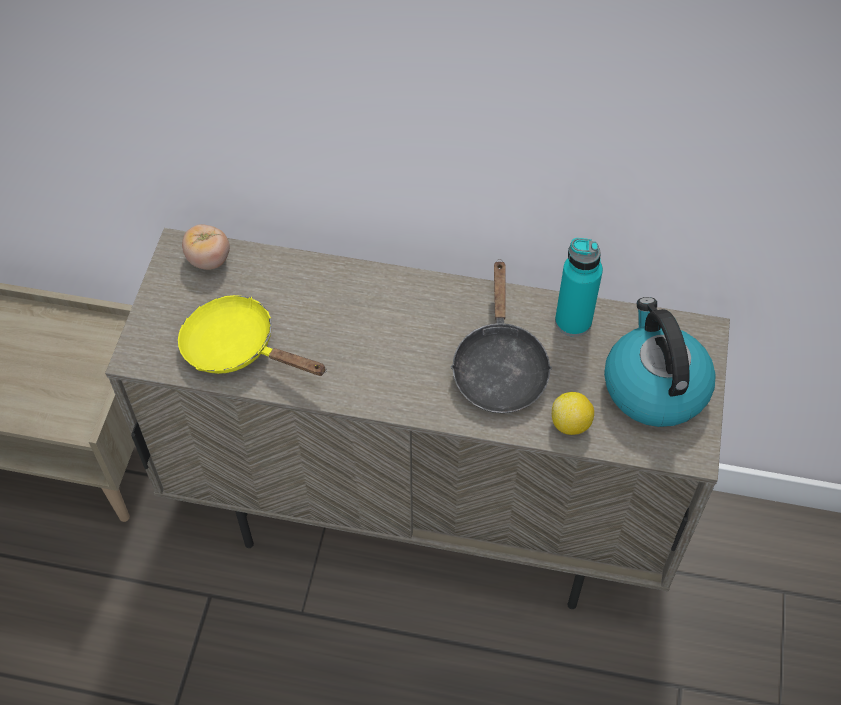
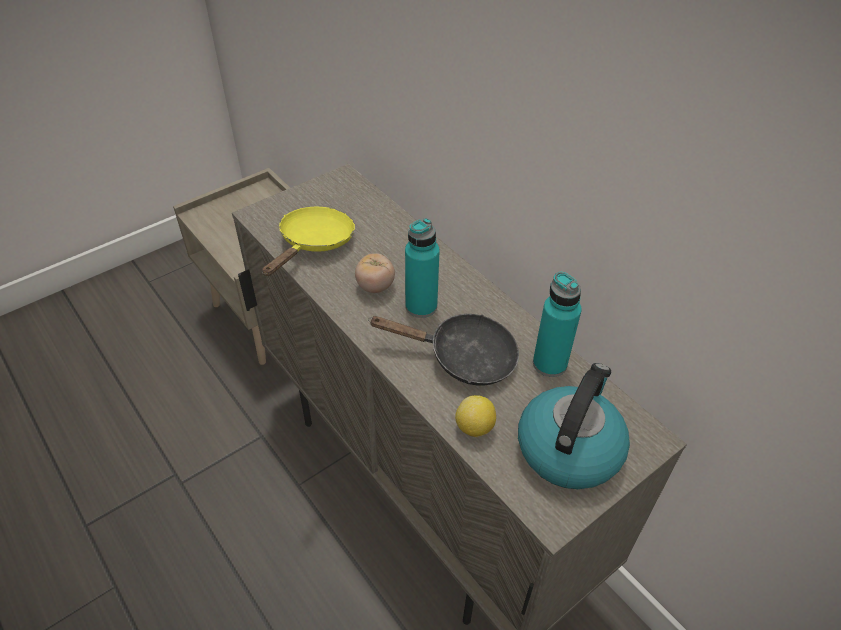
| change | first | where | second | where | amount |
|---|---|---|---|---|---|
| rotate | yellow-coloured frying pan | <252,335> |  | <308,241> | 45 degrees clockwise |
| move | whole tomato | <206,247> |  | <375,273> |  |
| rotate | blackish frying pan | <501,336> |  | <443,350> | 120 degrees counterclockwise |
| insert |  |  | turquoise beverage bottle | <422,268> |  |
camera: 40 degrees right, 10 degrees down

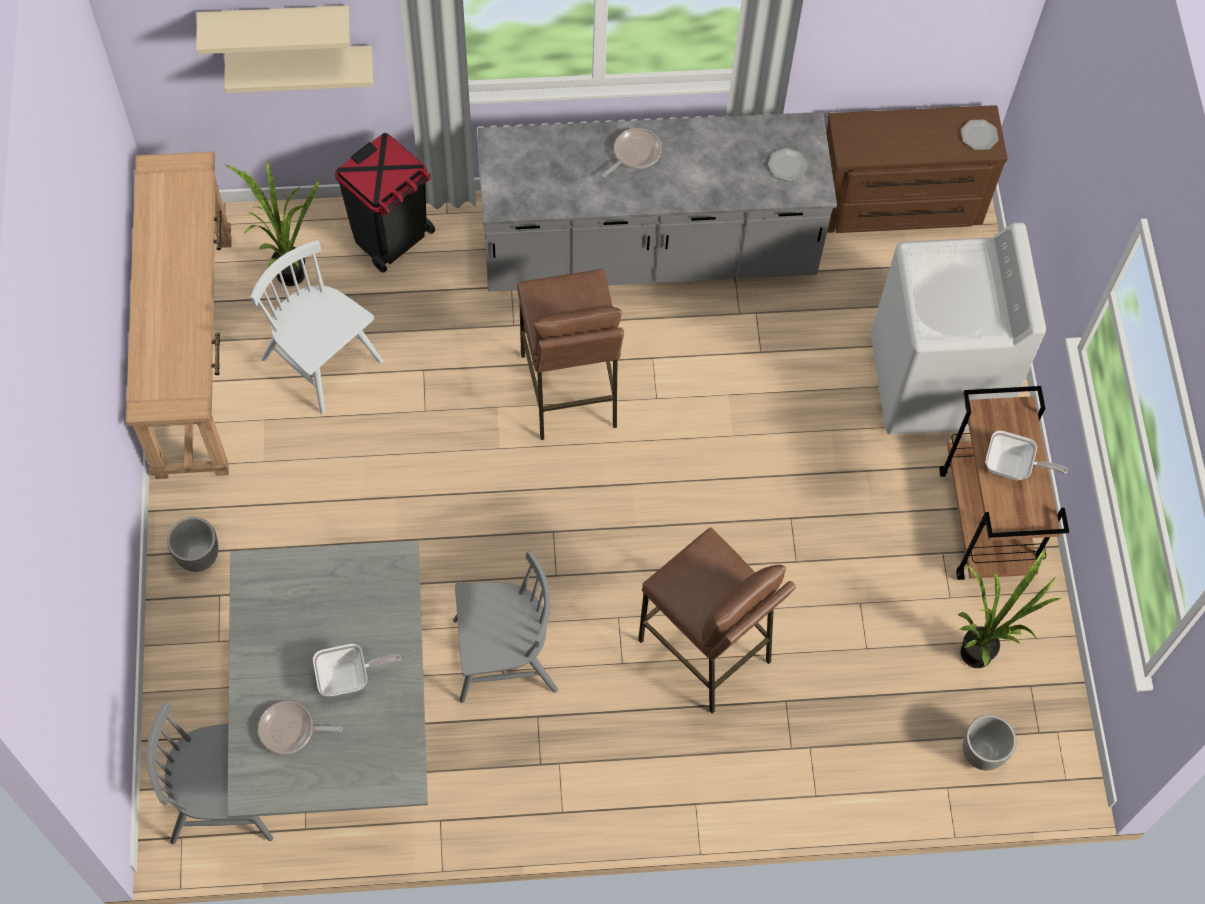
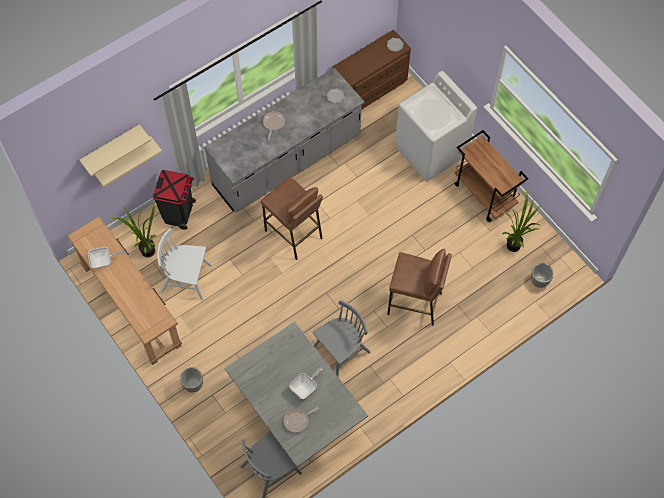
| change | first | where | second | where | amount |
|---|---|---|---|---|---|
| move | frying pan | <1027,455> |  | <107,258> |  |
camera: 30 degrees left, 0 degrees up

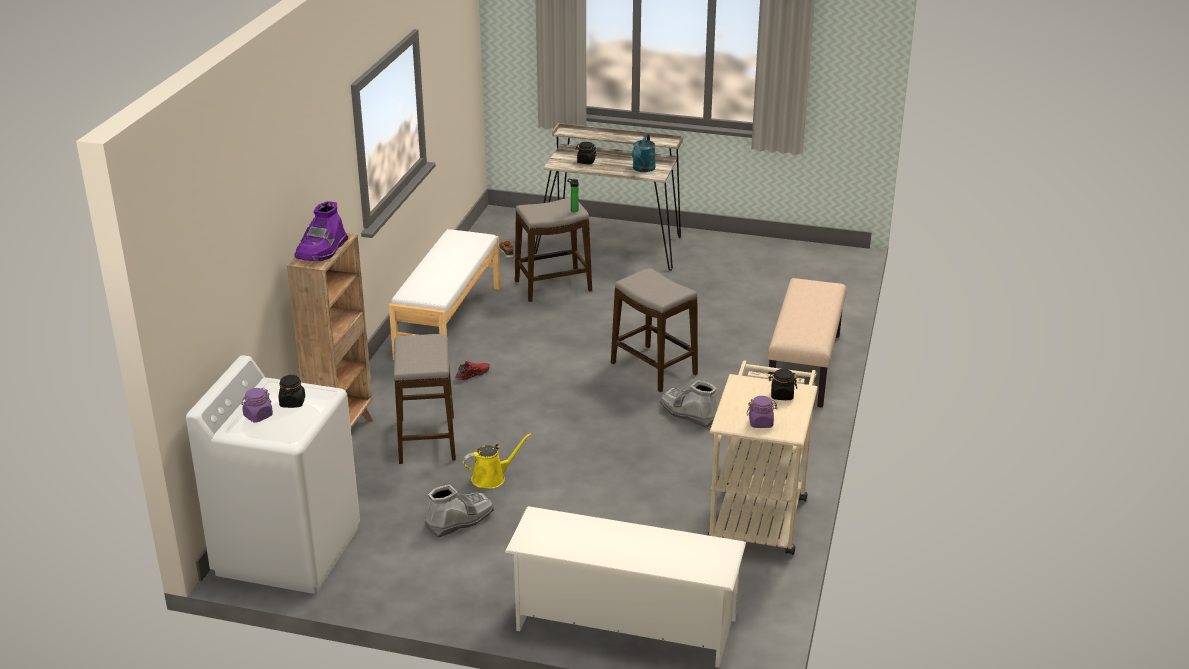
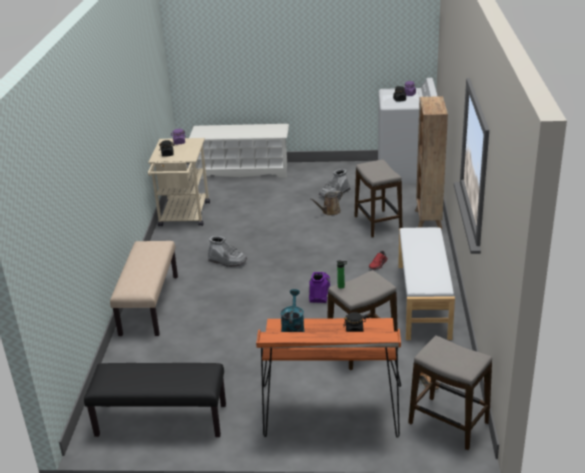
| change | first | where | second | where | amount |
|---|---|---|---|---|---|
| insert |  |  | blackish long seat | <155,400> |  |
| recolor | sand-coloured desk | <608,197> | orange-coloured desk | <328,378> |  |
| move | purple-coloured tall boot | <321,231> |  | <320,287> |  |
| recolor | yellow-coloured sprinkling can | <497,461> | brownish sprinkling can | <326,203> |  |
| move | sitting stool | <654,330> |  | <450,393> |  |
camera: 170 degrees right, 0 degrees up

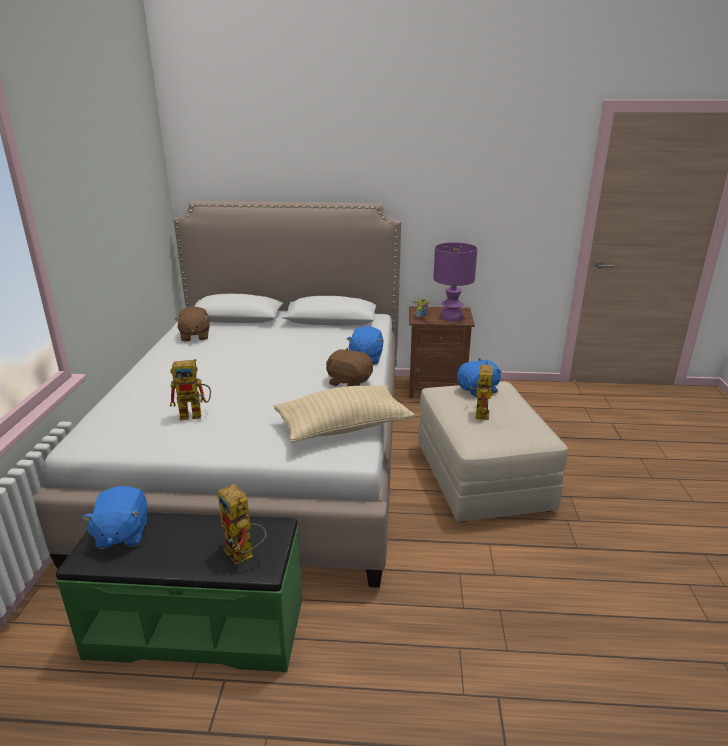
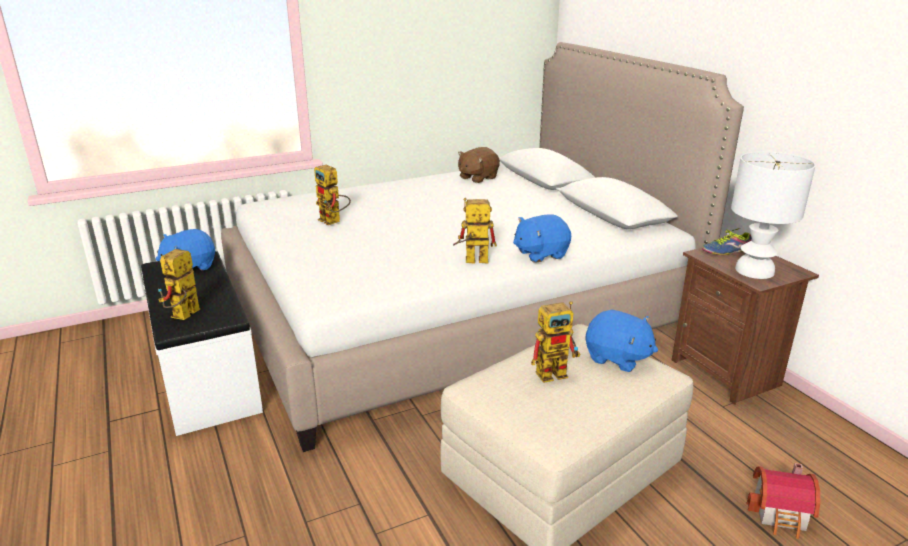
| change | first | where | second | where | amount |
|---|---|---|---|---|---|
| recolor | greenish long seat | <179,592> | white-coloured long seat | <202,343> |  |
| replace | brownish plush toy | <349,367> | toy robot | <475,231> |  |
| recolor | purple-coloured table lamp | <455,282> | white-coloured table lamp | <773,215> |  |
| insert |  |  | model house | <783,501> |  |
| delete | sand-coloured cushion | <344,414> |  |  |  |
camera: 60 degrees right, 0 degrees up

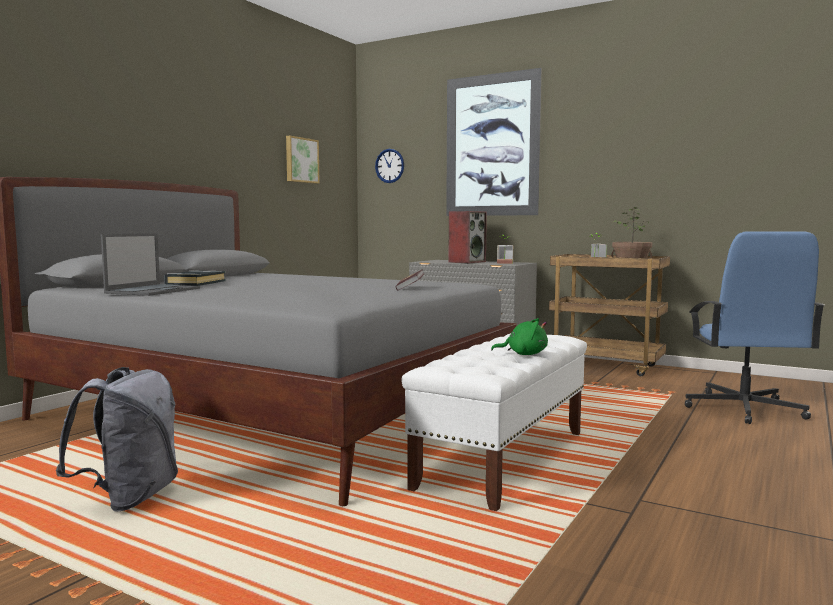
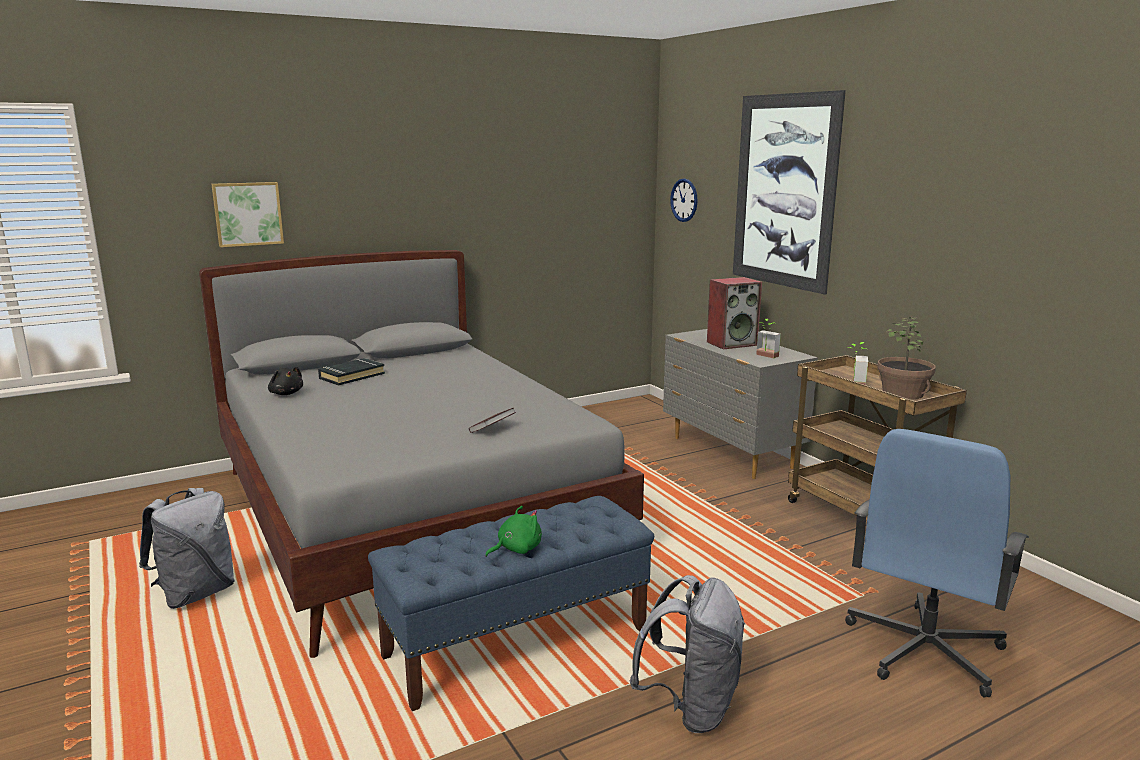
| change | first | where | second | where | amount |
|---|---|---|---|---|---|
| move | wall picture | <303,160> |  | <247,214> |  |
| replace | laptop | <150,264> | blackish plush toy | <285,381> |  |
| recolor | white-coloured long seat | <494,422> | blue long seat | <511,603> |  |
| rotate | greenish plush toy | <519,336> |  | <513,531> | 75 degrees counterclockwise |
| insert |  |  | gray knapsack | <687,654> |  |
camera: 30 degrees right, 10 degrees up

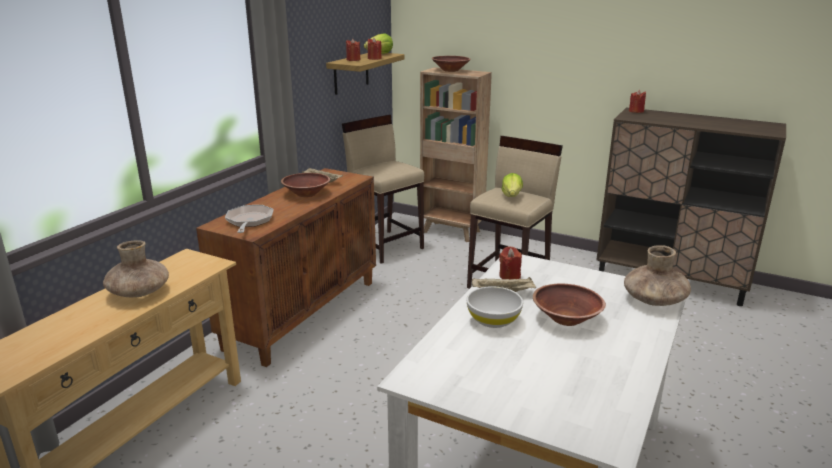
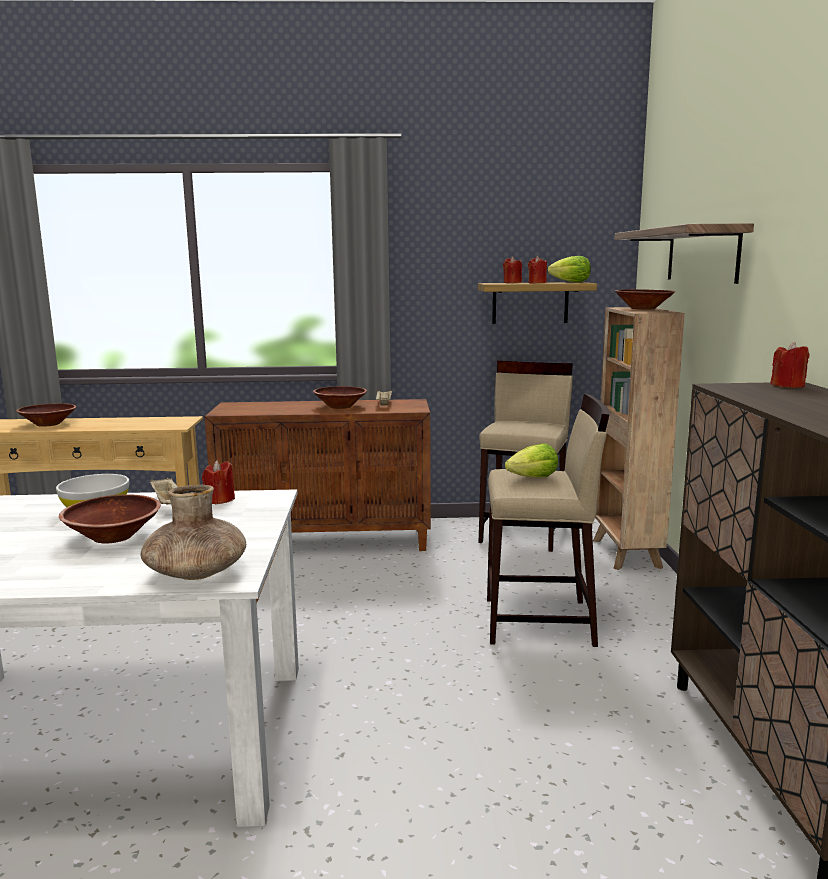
| change | first | where | second | where | amount |
|---|---|---|---|---|---|
| insert |  |  | brownish serving bowl | <46,415> |  |
| insert |  |  | shelf | <684,253> |  |
| delete | brownish vase | <136,268> |  |  |  |
| delete | frying pan | <249,219> |  |  |  |
camera: 60 degrees right, 10 degrees down

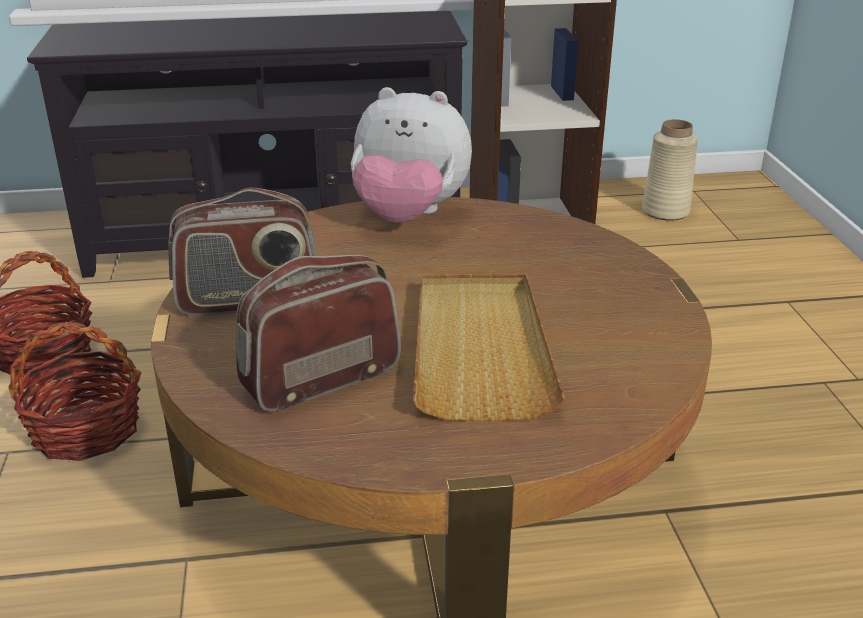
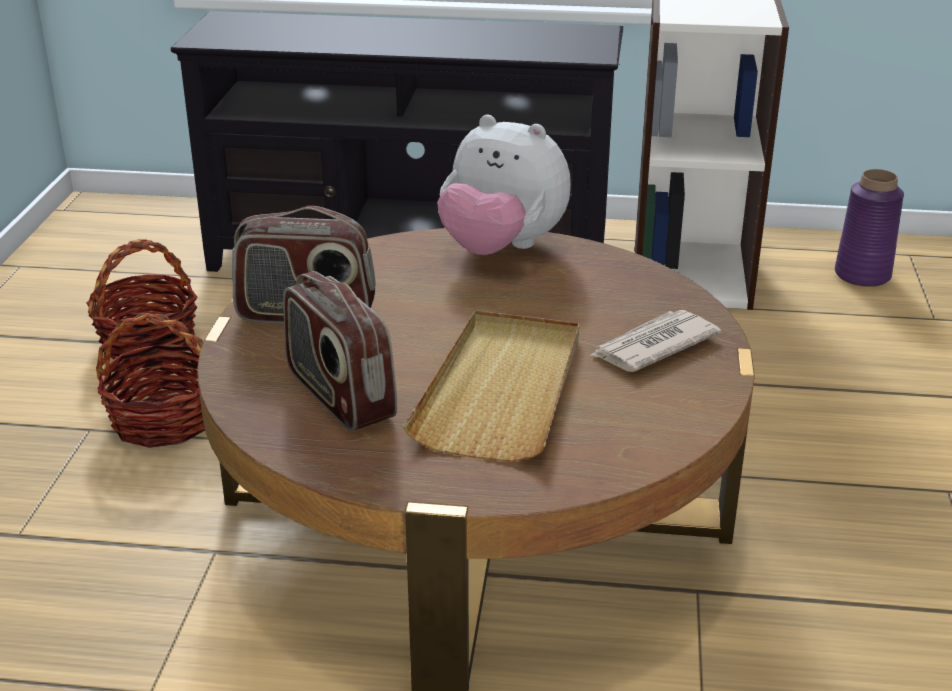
| change | first | where | second | where | amount |
|---|---|---|---|---|---|
| rotate | radio receiver | <318,333> |  | <340,351> | 105 degrees counterclockwise |
| insert |  |  | daily paper | <655,341> |  |
| recolor | sand-coloured vase | <670,169> | purple-coloured vase | <869,228> |  |
camera: 15 degrees right, 0 degrees up

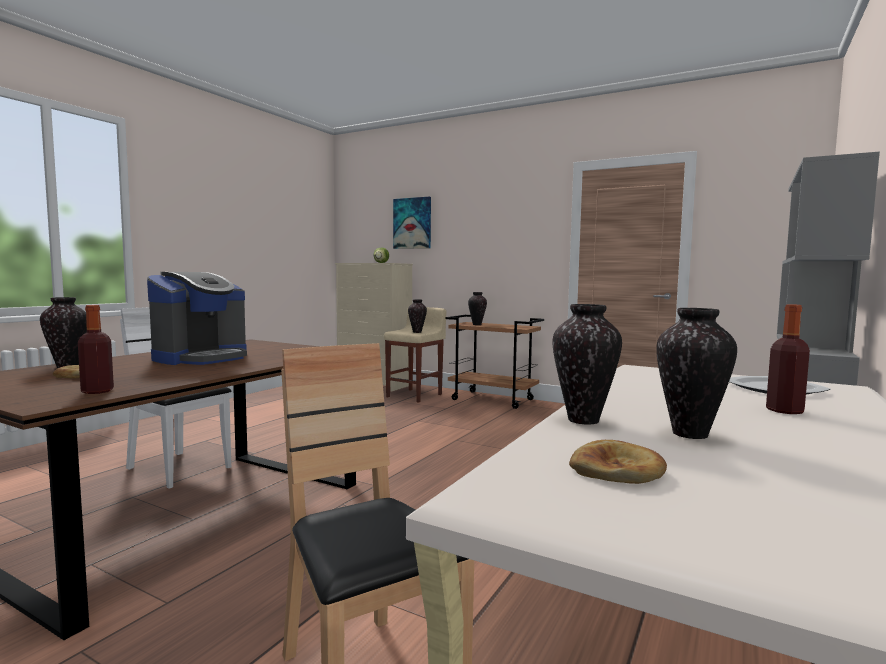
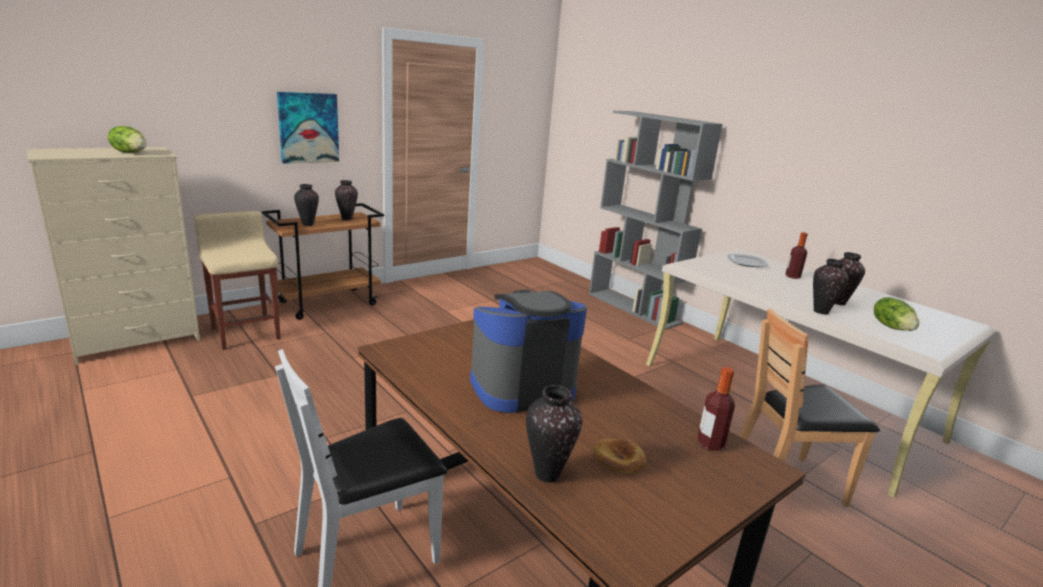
| change | first | where | second | where | amount |
|---|---|---|---|---|---|
| move | wall picture | <412,223> |  | <308,128> |  |
| move | vase | <417,316> |  | <346,200> |  |
| rotate | coffee maker | <197,318> |  | <528,351> | 75 degrees counterclockwise |
| replace | bread | <618,462> | head of lettuce | <896,314> |  |
camera: 70 degrees left, 15 degrees up

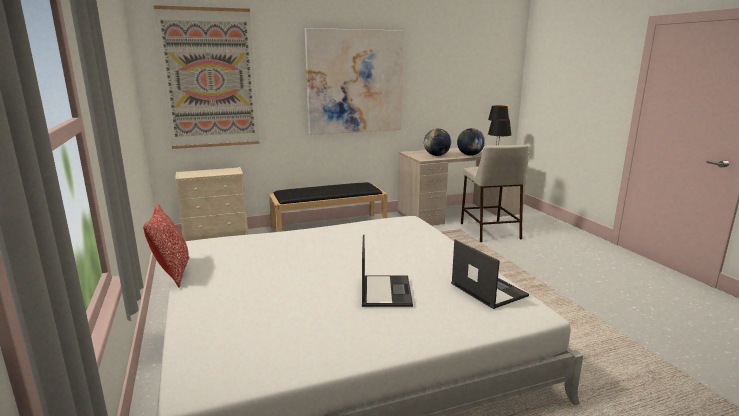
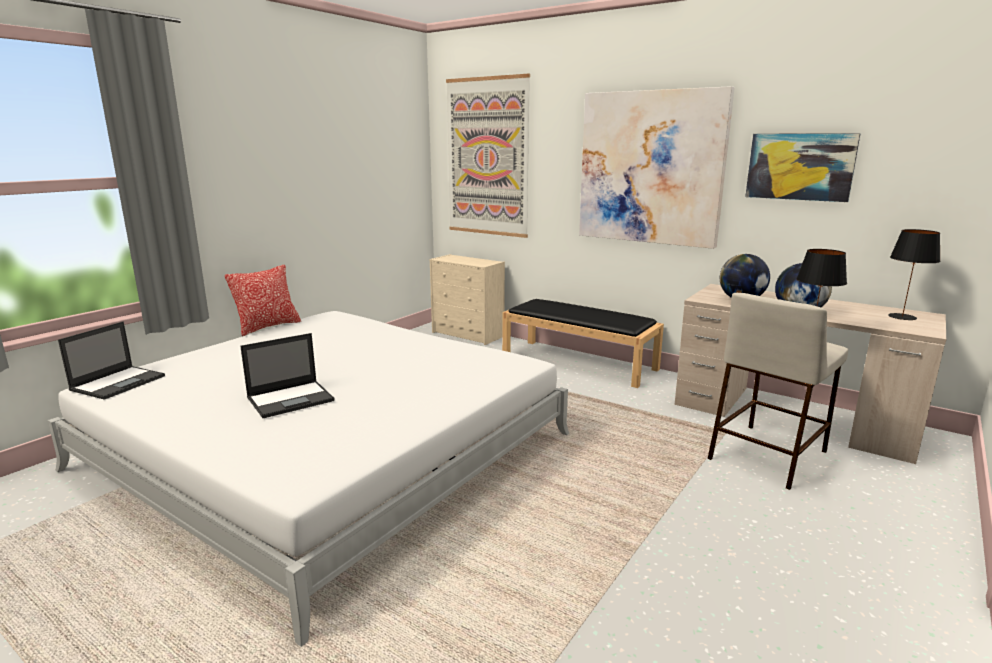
| change | first | where | second | where | amount |
|---|---|---|---|---|---|
| move | laptop | <490,274> |  | <111,361> |  |
| insert |  |  | wall picture | <803,167> |  |
camera: 55 degrees right, 0 degrees up

